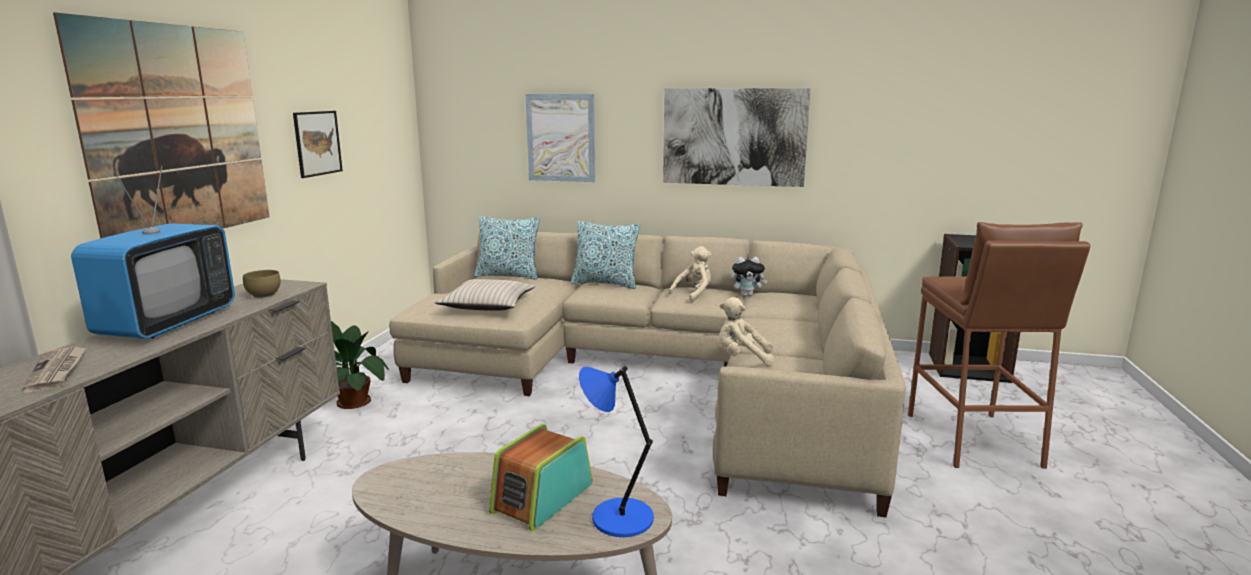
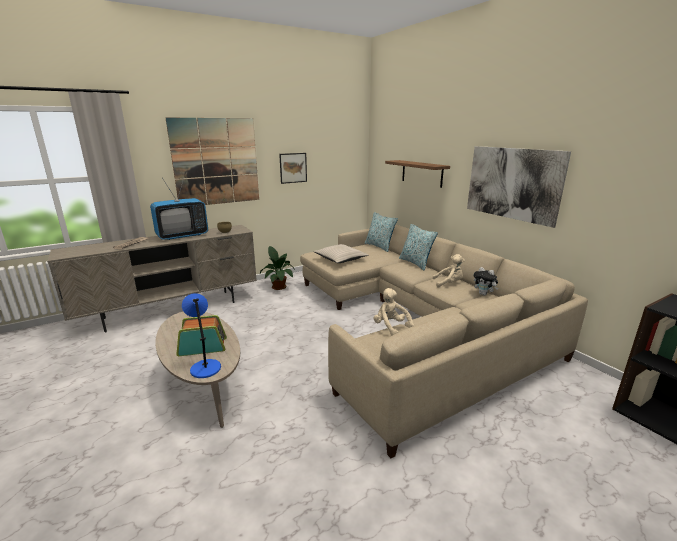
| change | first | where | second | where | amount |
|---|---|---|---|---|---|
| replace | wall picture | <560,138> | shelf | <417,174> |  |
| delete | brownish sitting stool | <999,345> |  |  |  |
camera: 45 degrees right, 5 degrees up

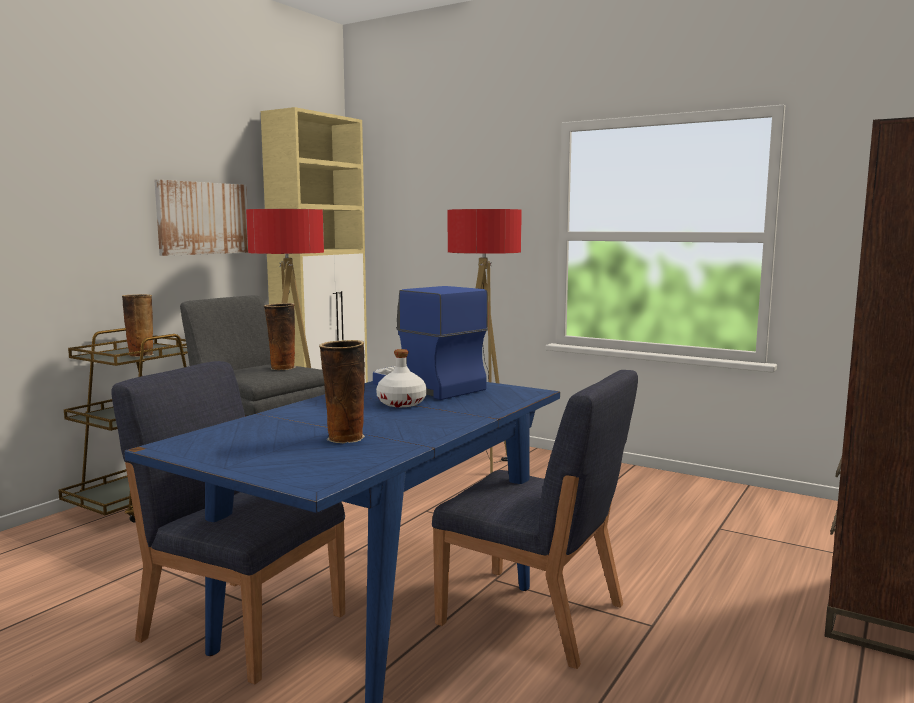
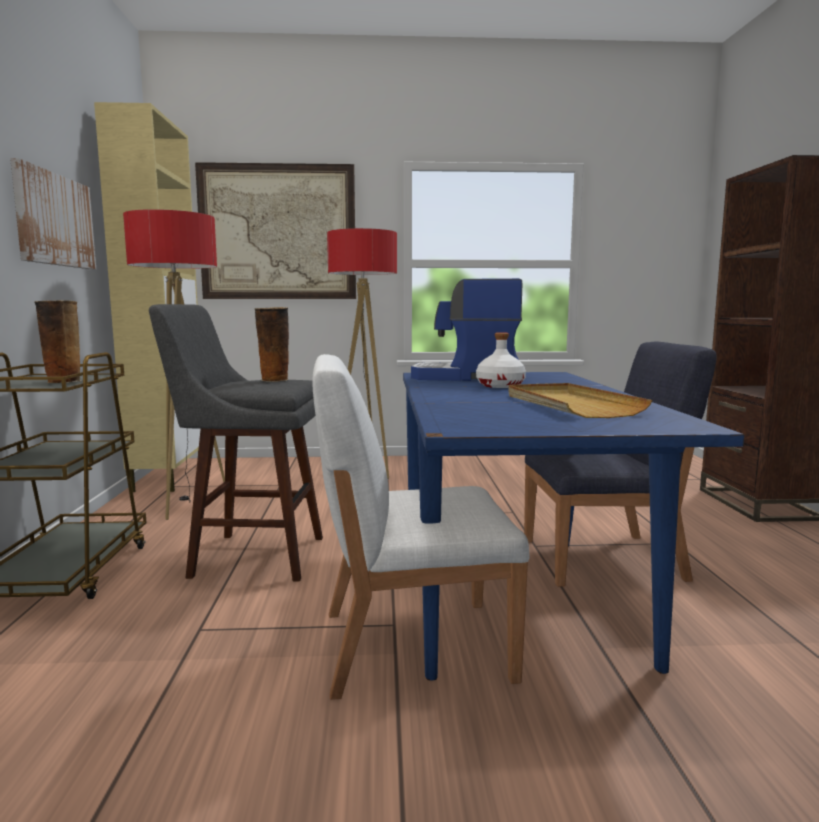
| change | first | where | second | where | amount |
|---|---|---|---|---|---|
| insert |  |  | wall picture | <275,230> |  |
| recolor | blue upright chair | <228,522> | white-coloured upright chair | <421,527> |  |
| replace | vase | <342,391> | sand-coloured tray | <580,400> |  |
camera: 35 degrees left, 0 degrees up

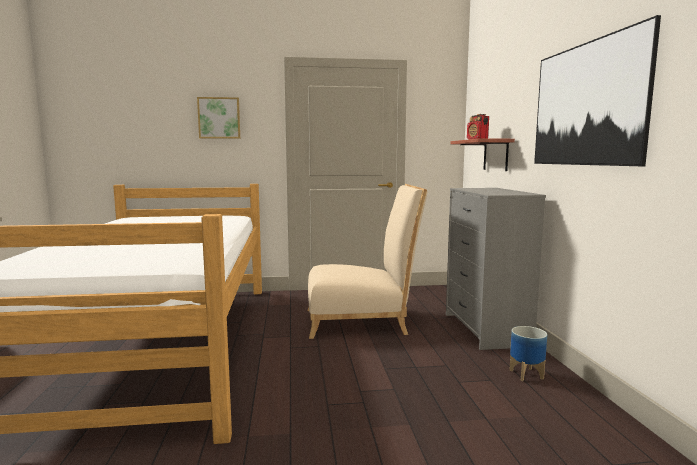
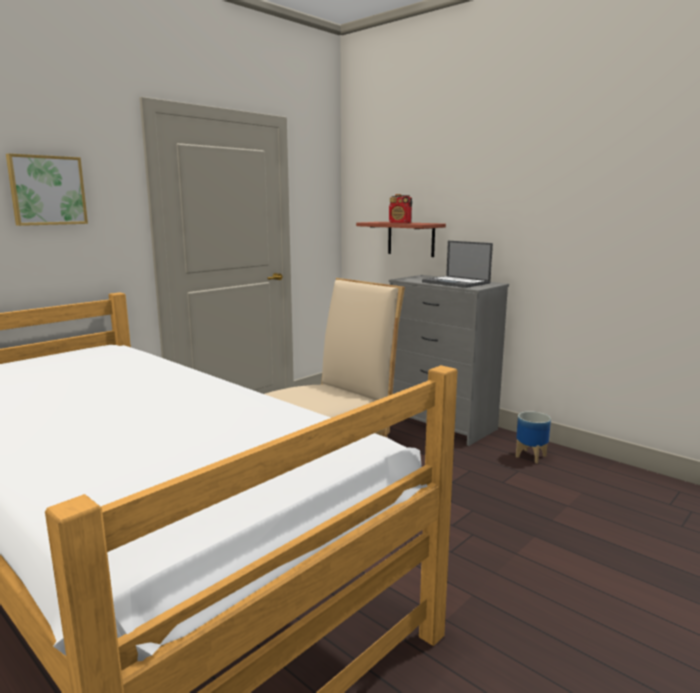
| change | first | where | second | where | amount |
|---|---|---|---|---|---|
| insert |  |  | laptop | <457,264> |  |
| delete | wall picture | <597,90> |  |  |  |
camera: 40 degrees left, 5 degrees up

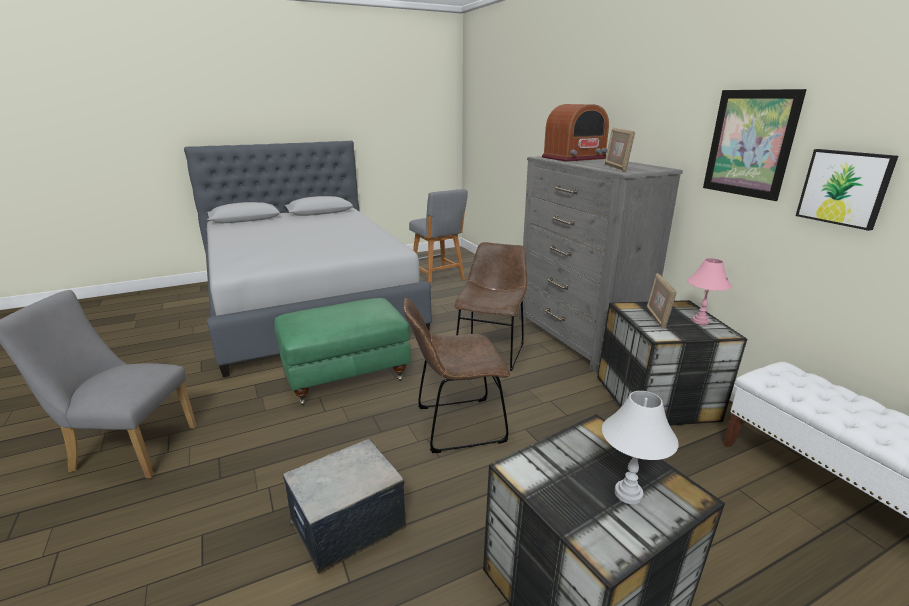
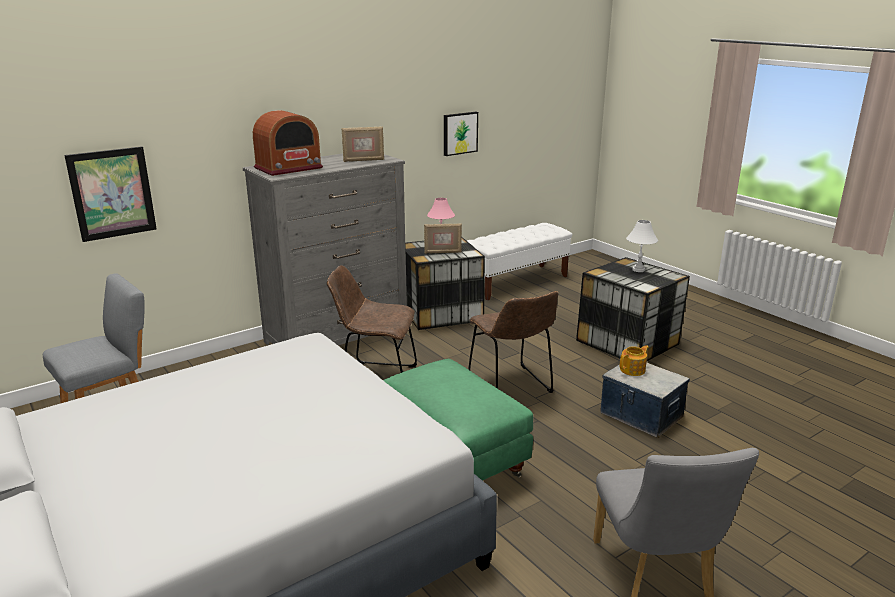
| change | first | where | second | where | amount |
|---|---|---|---|---|---|
| move | wall picture | <755,145> |  | <110,194> |  |
| rotate | radio receiver | <575,133> |  | <288,143> | 90 degrees clockwise |
| insert |  |  | teapot | <634,360> |  |
camera: 100 degrees left, 0 degrees up

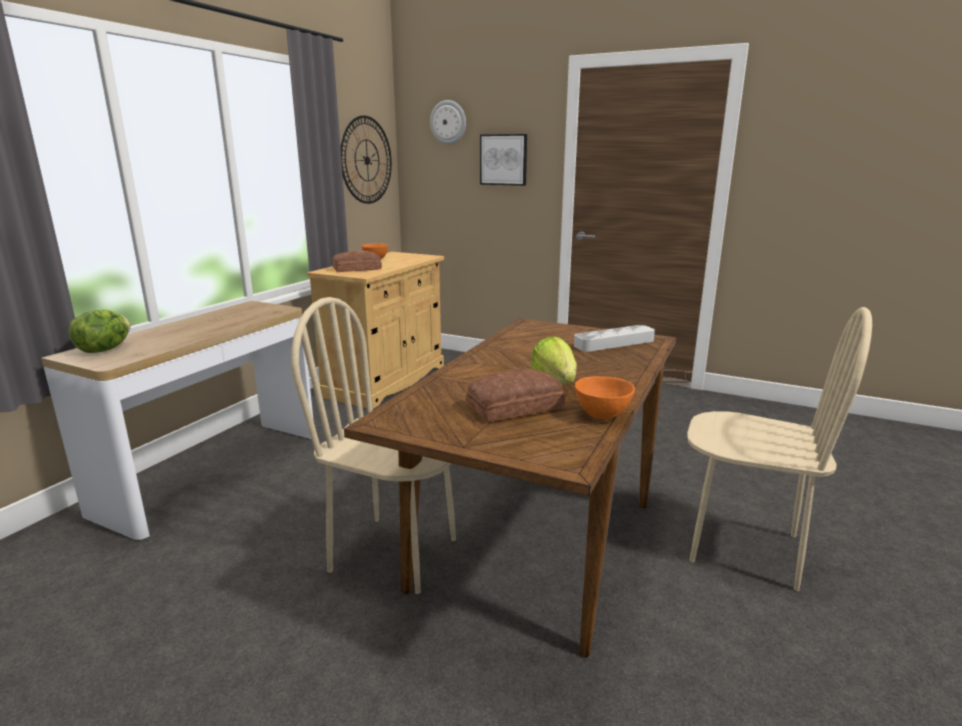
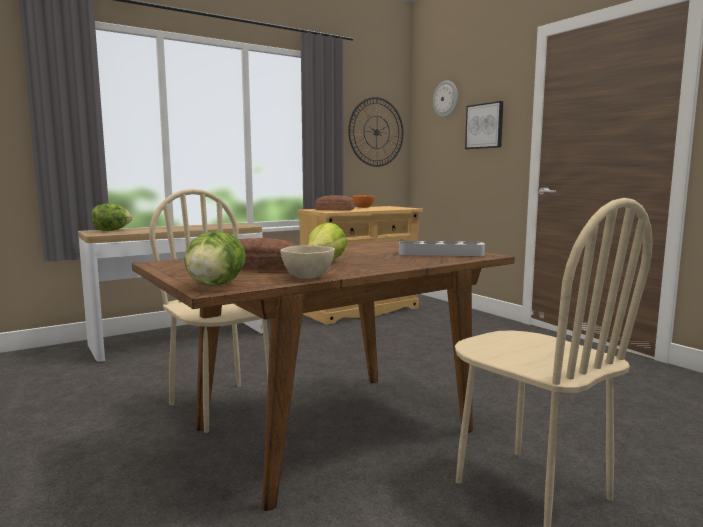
| change | first | where | second | where | amount |
|---|---|---|---|---|---|
| insert |  |  | head of lettuce | <215,258> |  |
| recolor | orange-coloured serving bowl | <605,397> | sand-coloured serving bowl | <307,262> |  |
camera: 30 degrees right, 10 degrees down

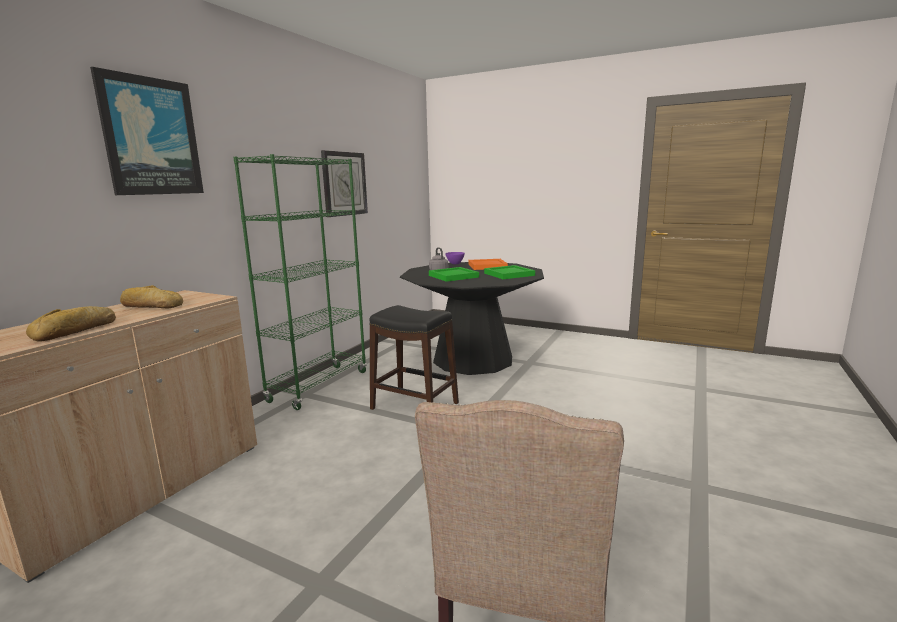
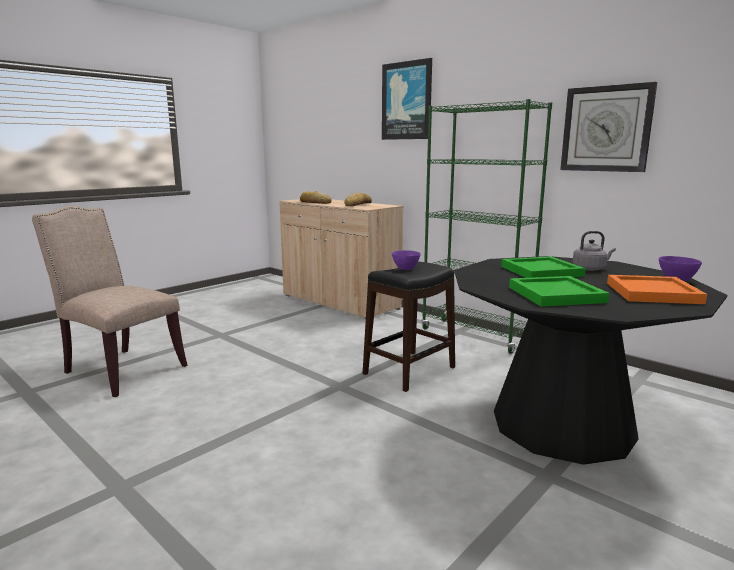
| change | first | where | second | where | amount |
|---|---|---|---|---|---|
| insert |  |  | purple-coloured serving bowl | <406,260> |  |
camera: 105 degrees right, 0 degrees up

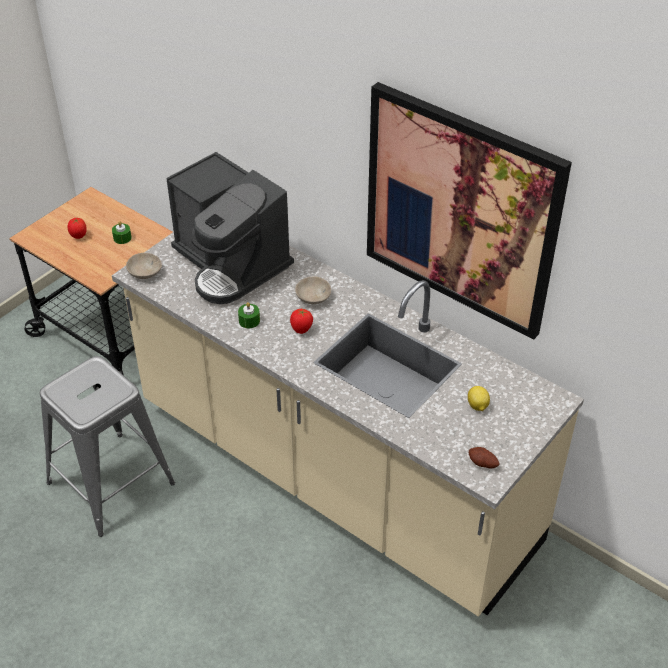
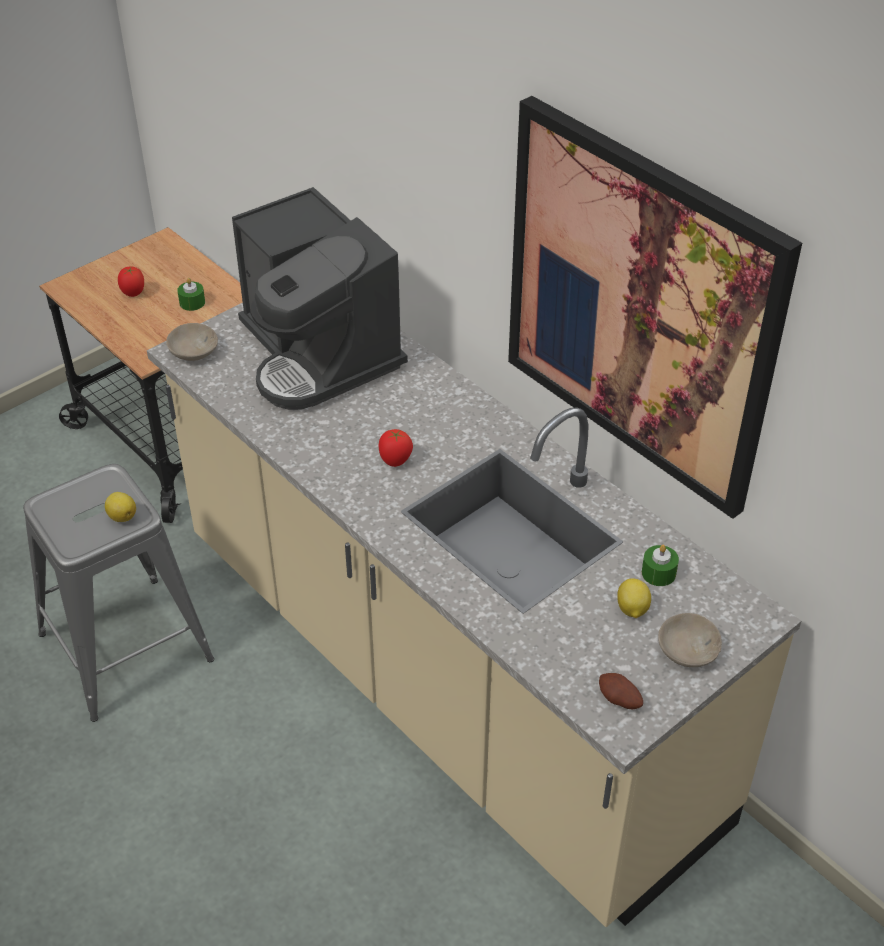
| change | first | where | second | where | amount |
|---|---|---|---|---|---|
| insert |  |  | citrus fruit | <120,507> |  |
| move | greenish candle | <249,315> |  | <660,565> |  |
| move | sand-coloured serving bowl | <313,290> |  | <690,640> |  |
camera: 10 degrees right, 0 degrees up

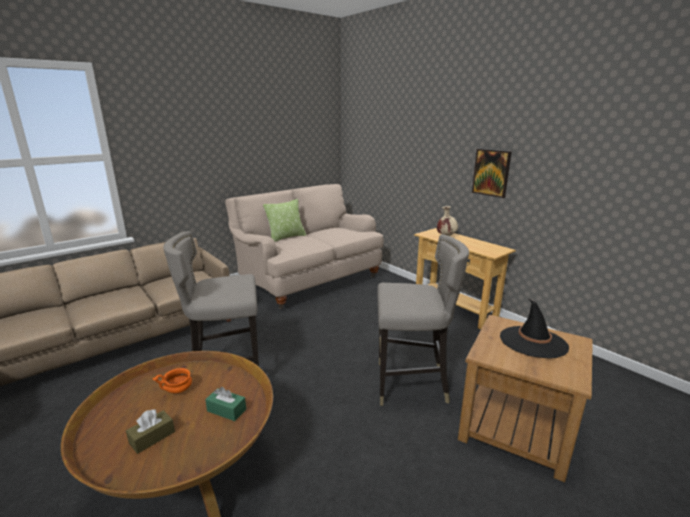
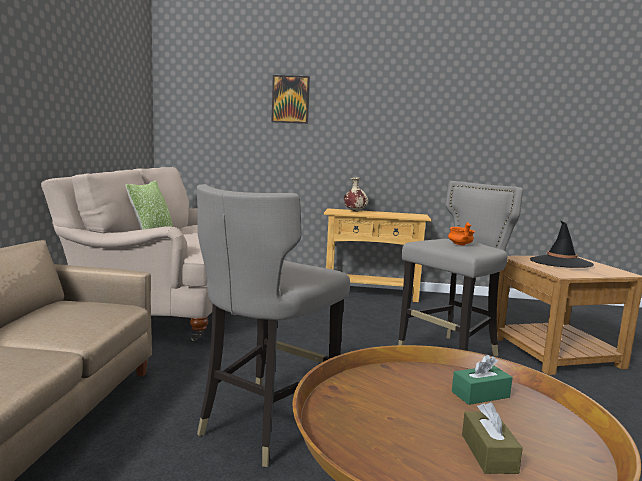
| change | first | where | second | where | amount |
|---|---|---|---|---|---|
| move | wall picture | <492,173> |  | <290,99> |  |
| move | orange-coloured serving bowl | <172,380> |  | <461,233> |  |
camera: 45 degrees left, 10 degrees down

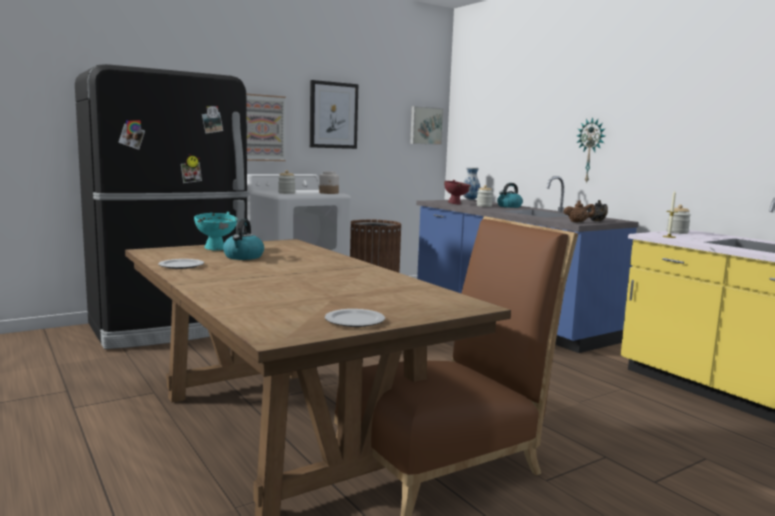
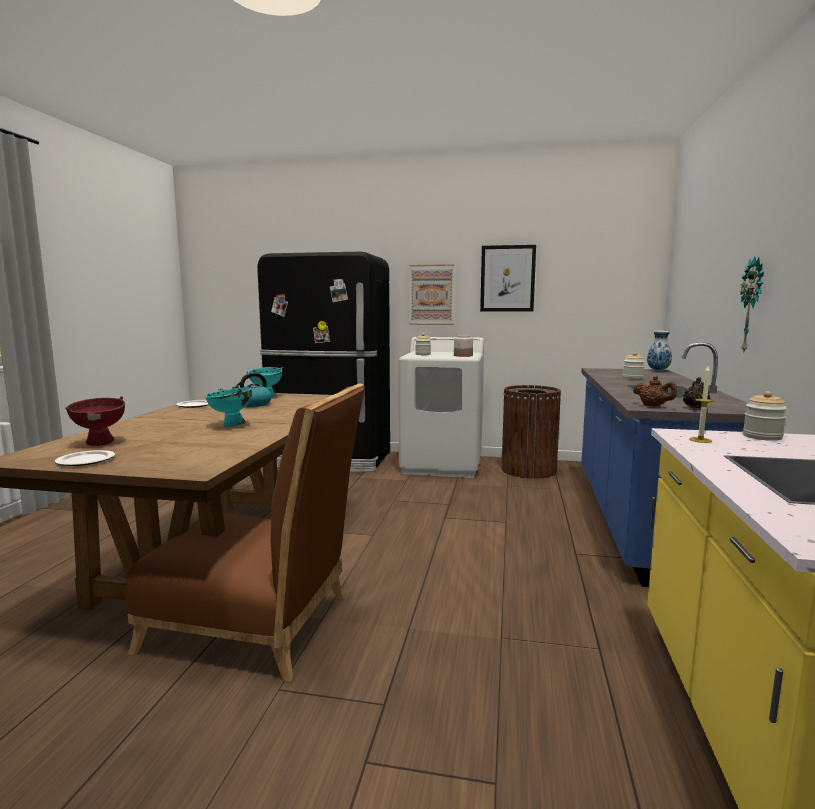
| change | first | where | second | where | amount |
|---|---|---|---|---|---|
| move | red-coloured serving bowl | <457,192> |  | <95,421> |  |
| insert |  |  | turquoise serving bowl | <228,407> |  |
| delete | wall picture | <427,125> |  |  |  |
| delete | tea kettle | <510,195> |  |  |  |
camera: 45 degrees right, 0 degrees up

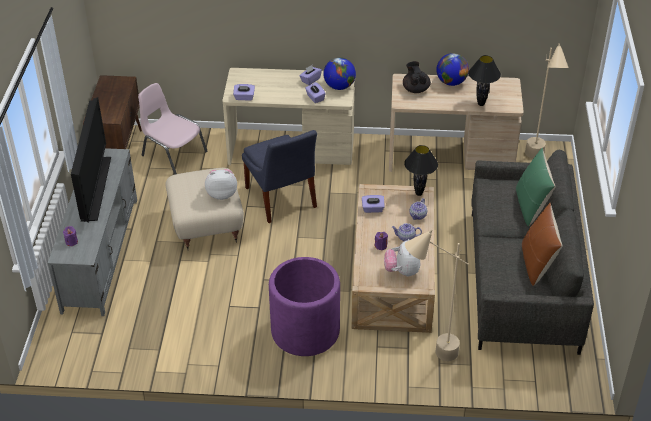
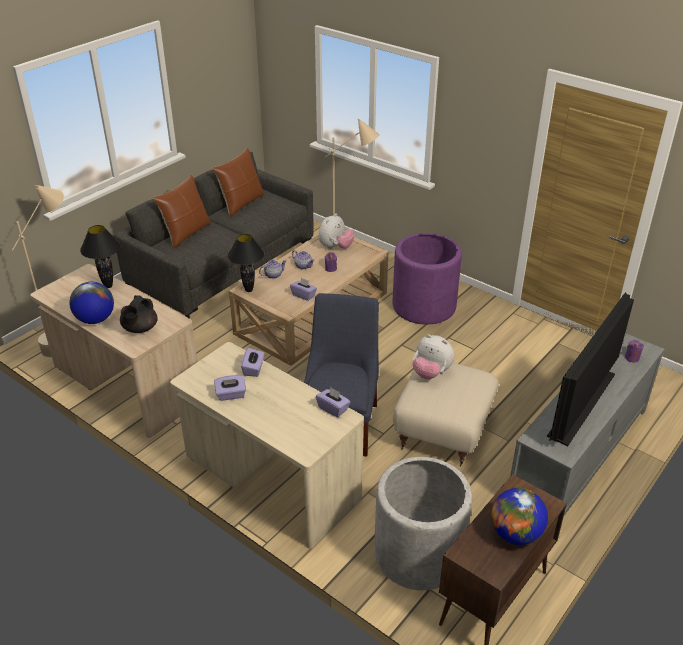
| change | first | where | second | where | amount |
|---|---|---|---|---|---|
| recolor | greenish cushion | <536,187> | brownish cushion | <182,211> |  |
| replace | pink-coloured upright chair | <173,129> | gray flower pot | <423,523> |  |
| move | world globe | <339,73> |  | <519,516> |  |
camera: 145 degrees left, 5 degrees down

